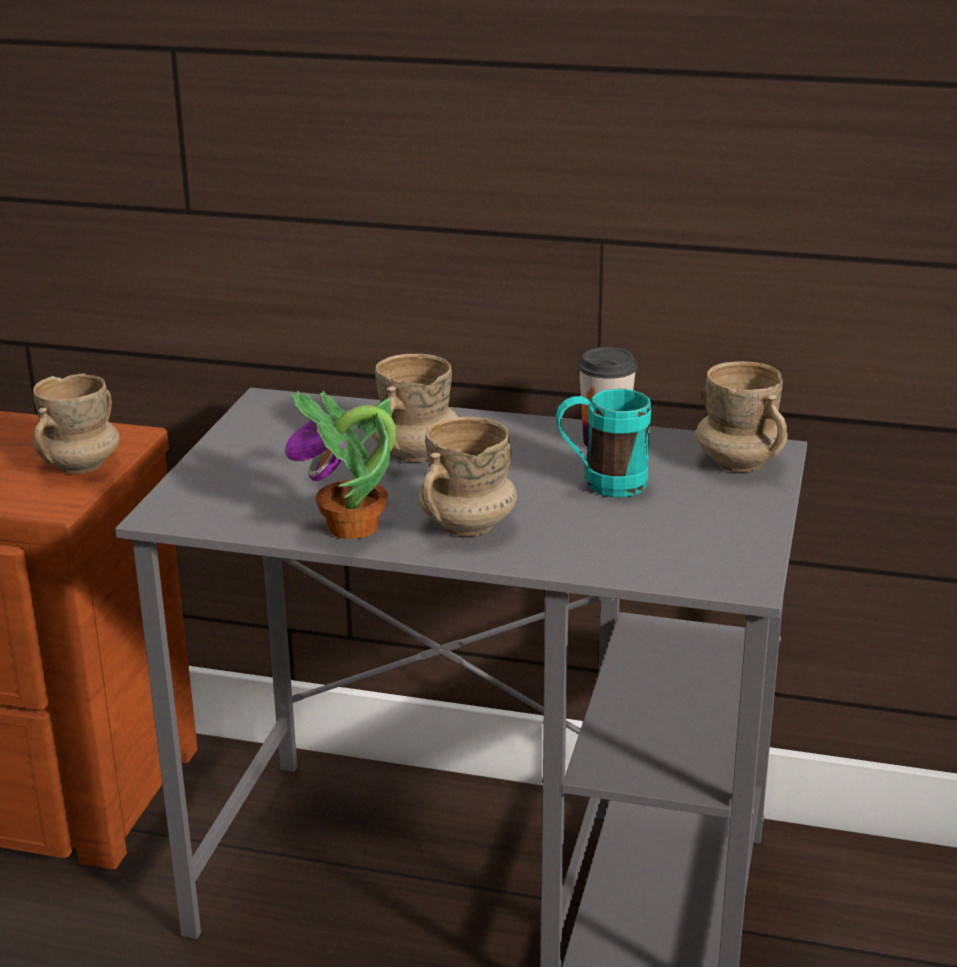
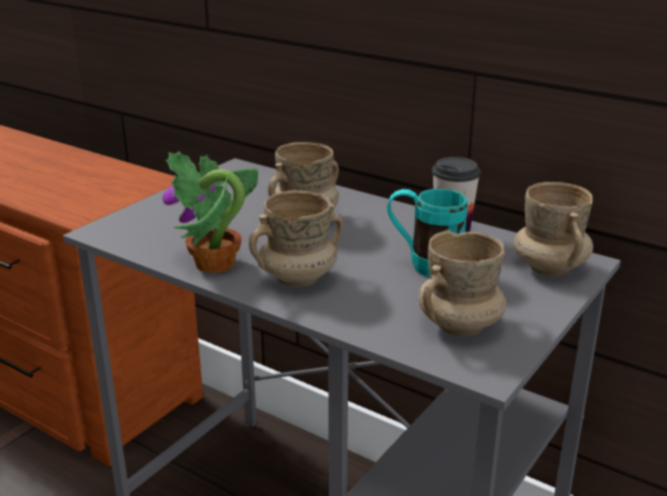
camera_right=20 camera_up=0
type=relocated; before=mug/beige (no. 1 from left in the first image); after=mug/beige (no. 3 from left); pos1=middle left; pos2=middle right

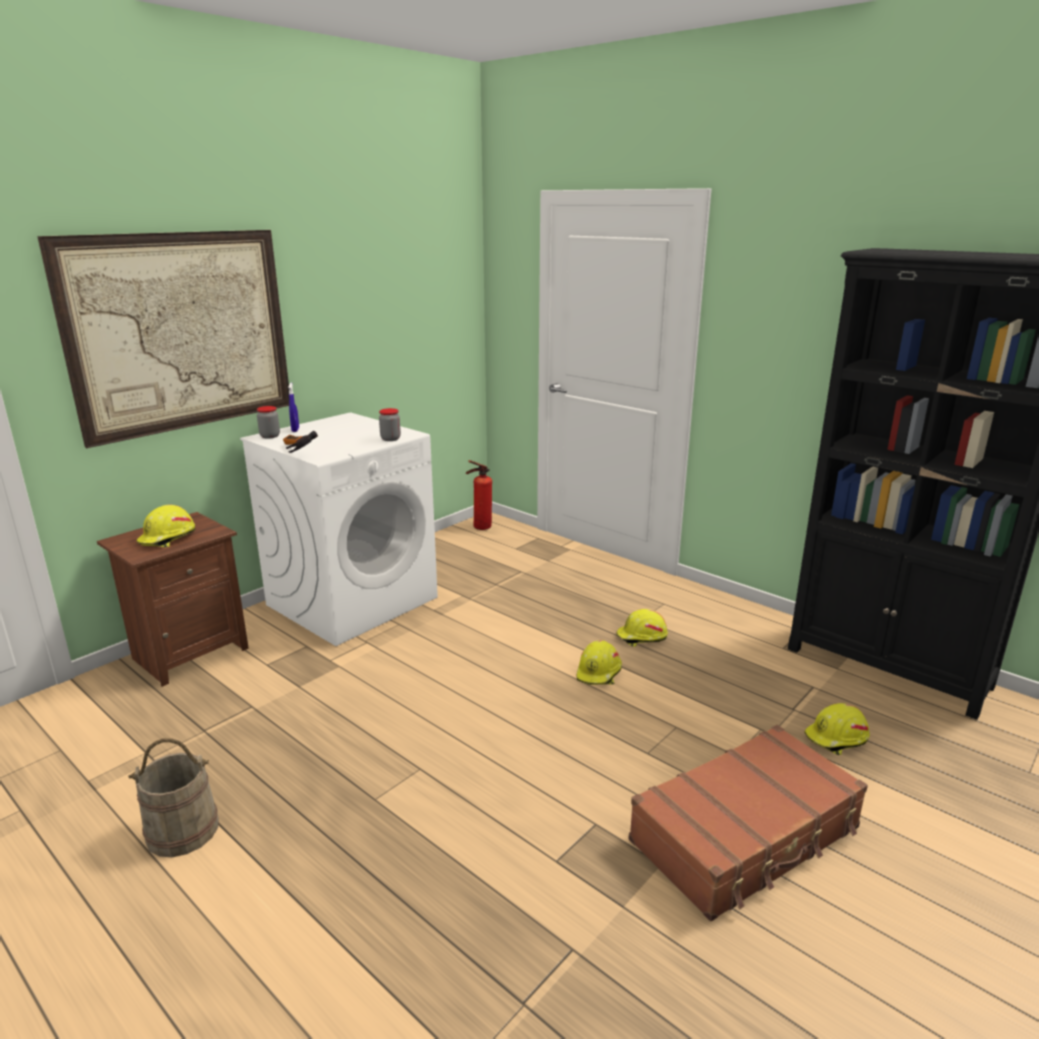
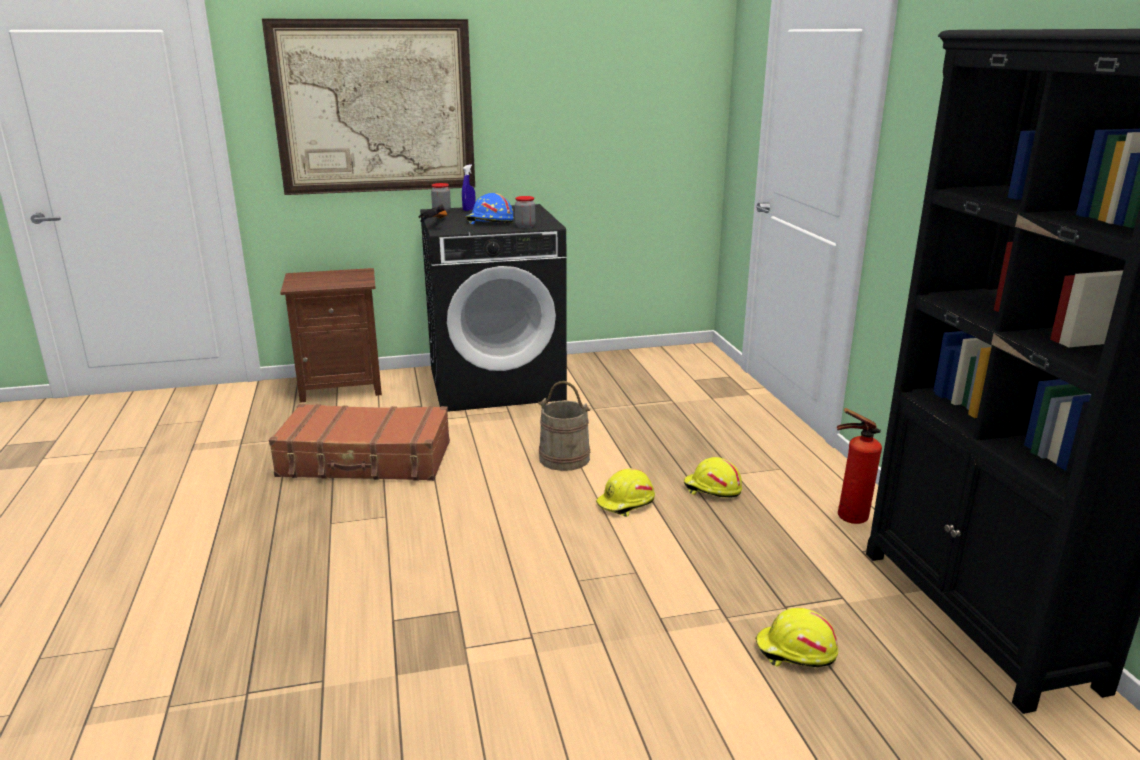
camera_right=35 camera_up=0
type=missing; before=hard hat/yellow (no. 1 from left); pos1=middle left
type=appeared; after=hard hat/blue; pos2=top centre
type=relocated; before=bucket/beige; pos1=bottom left; pos2=centre
type=relocated; before=fire extinguisher; pos1=centre; pos2=middle right
type=relocated; before=suitcase/brown; pos1=bottom right; pos2=middle left
type=colour; before=washing machine/white; after=washing machine/black; pos1=middle left; pos2=centre

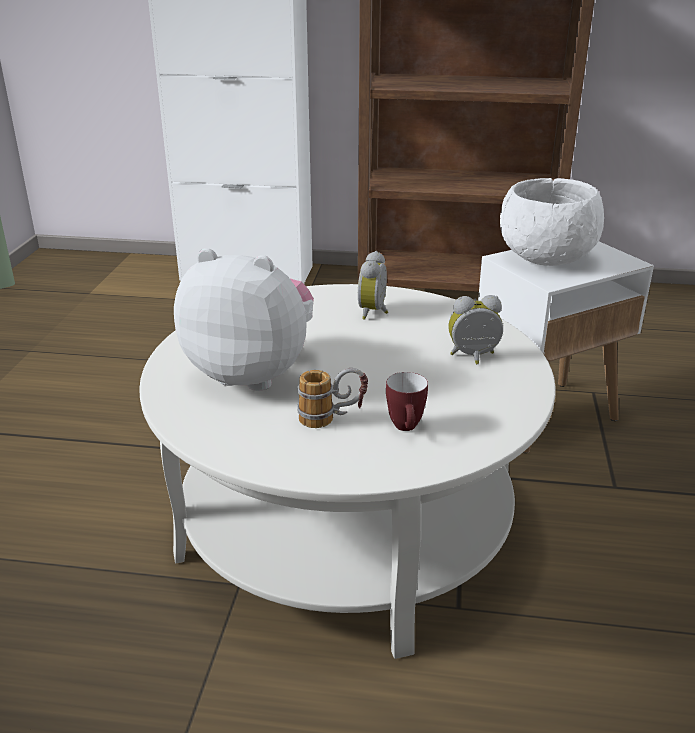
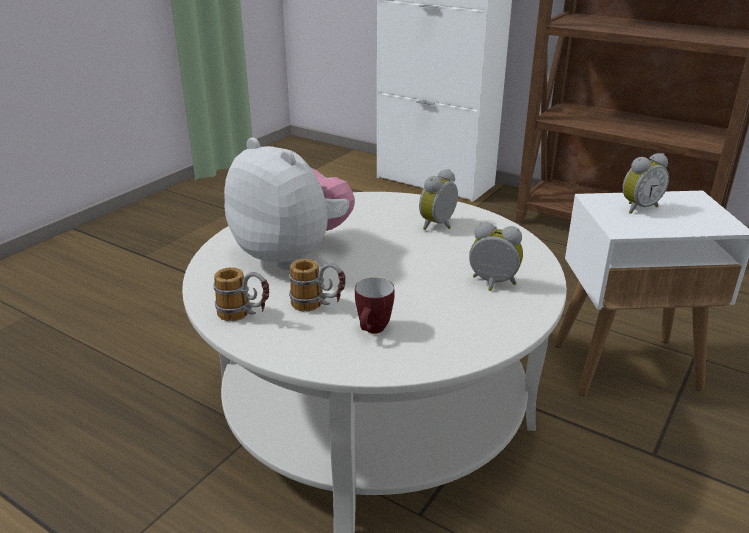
camera_right=25 camera_up=0
type=appeared; after=mug (no. 1 from left); pos2=middle left
type=exchanged; before=bowl/white; after=alarm clock (no. 3 from left); pos1=top right; pos2=middle right

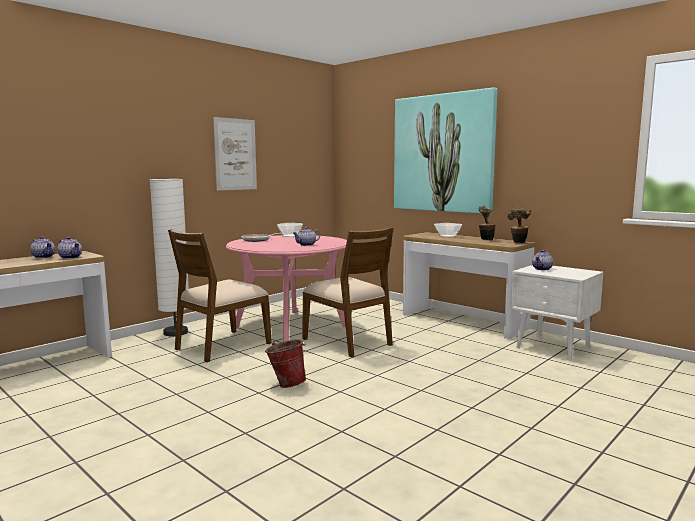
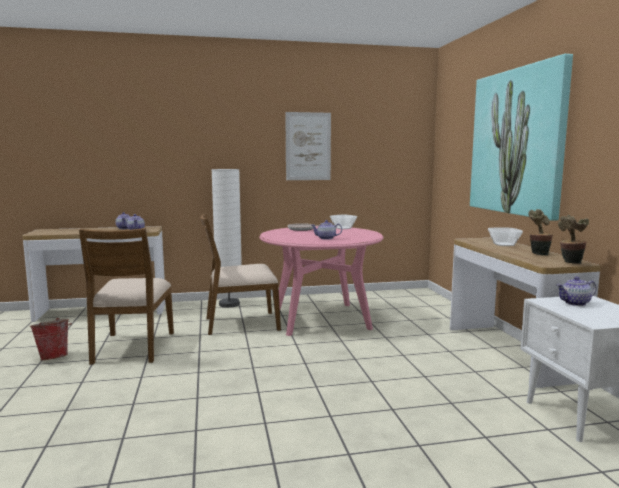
camera_right=35 camera_up=0
type=relocated; before=bucket; pos1=bottom centre; pos2=bottom left
type=relocated; before=chair/brown (no. 2 from left in the first image); after=chair/brown (no. 1 from left); pos1=centre; pos2=middle left

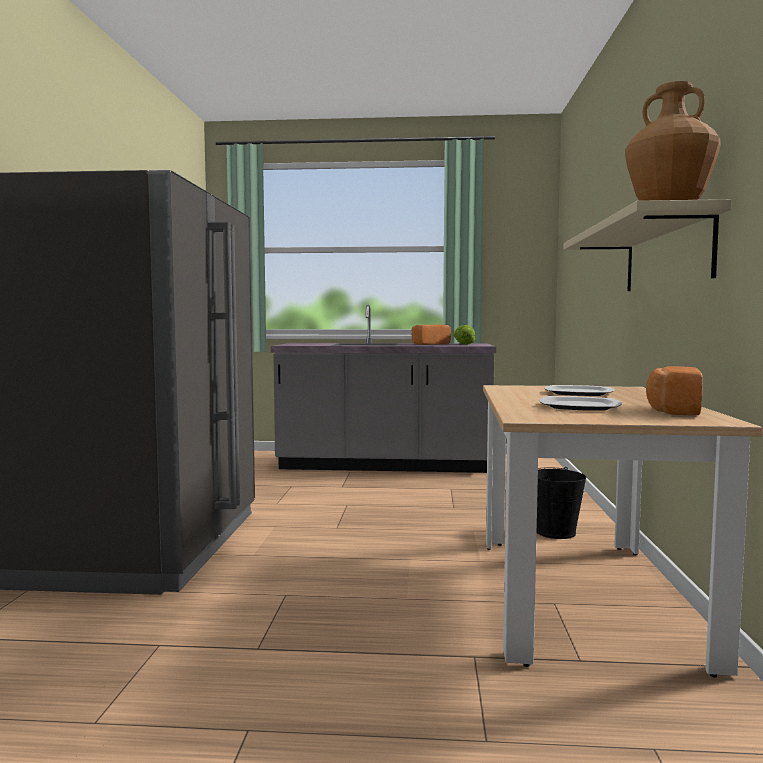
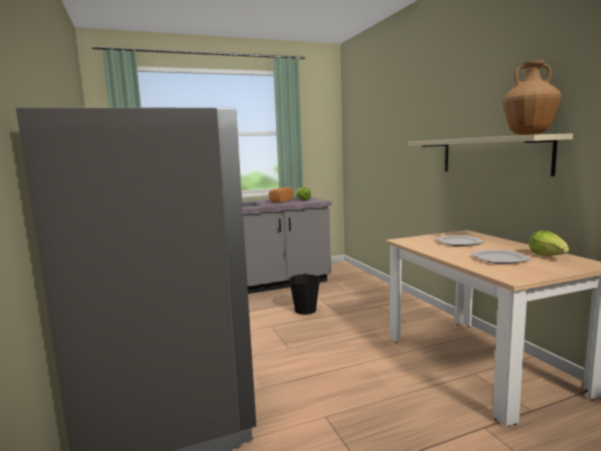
camera_right=-25 camera_up=5
type=relocated; before=bucket/black; pos1=middle right; pos2=centre
type=exchanged; before=bread (no. 2 from left); after=lettuce (no. 2 from left); pos1=middle right; pos2=middle right

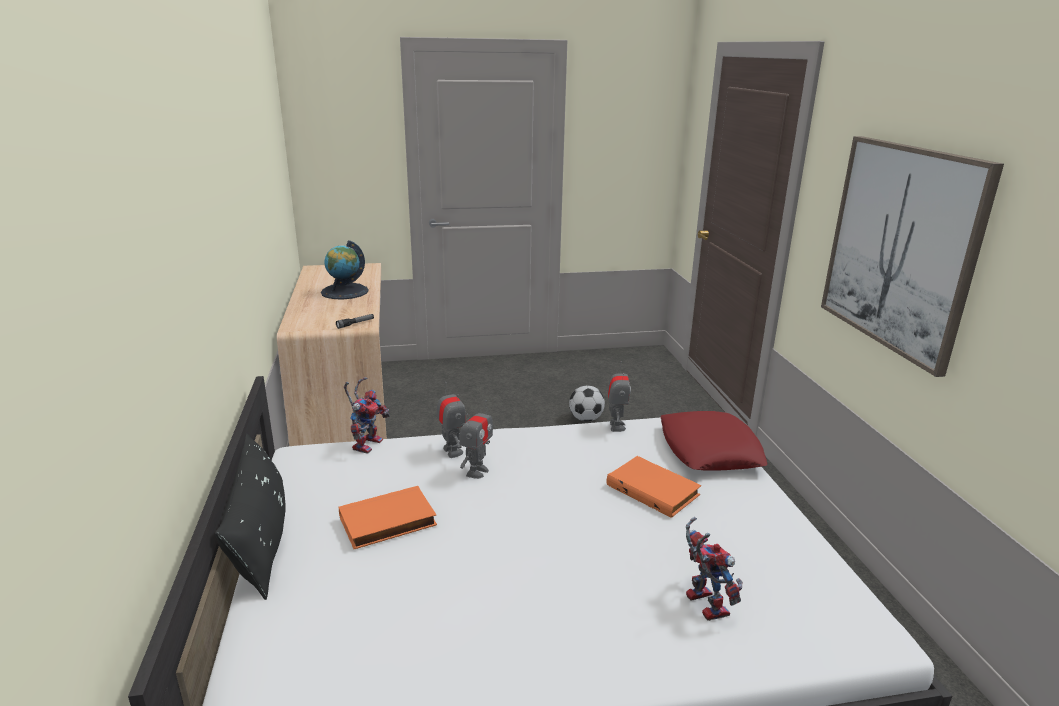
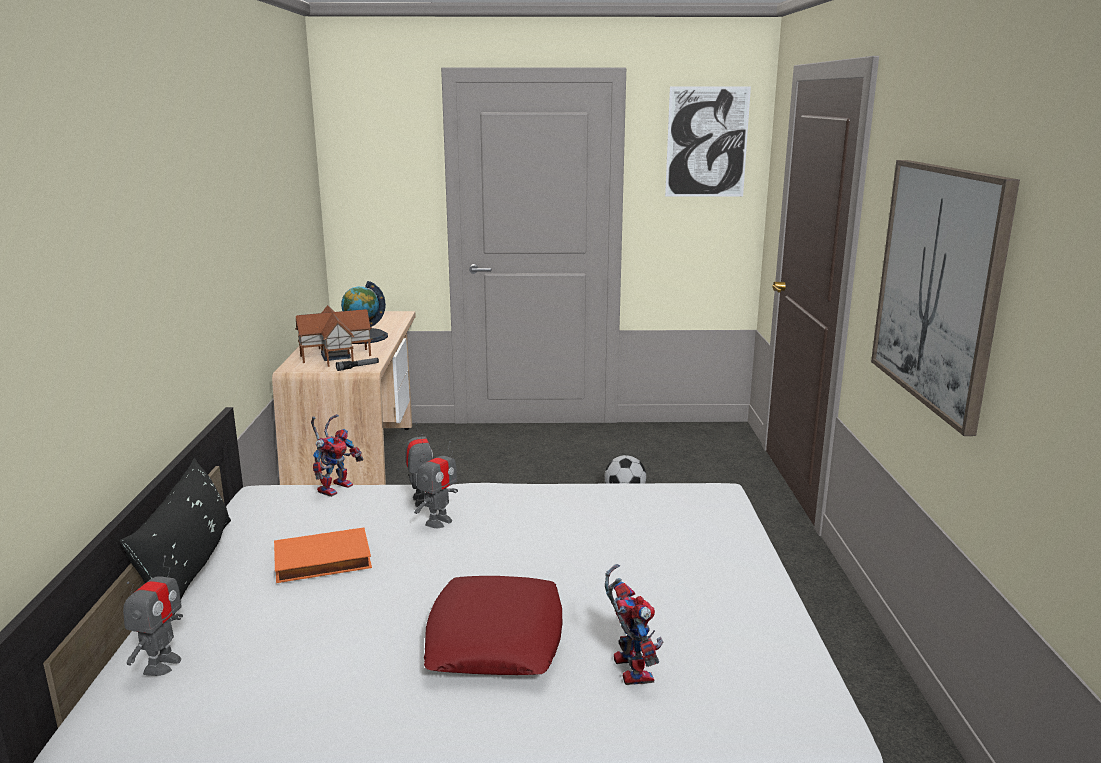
camera_right=10 camera_up=-5
type=missing; before=book/orange (no. 2 from left); pos1=bottom centre
type=appeared; after=toy house; pos2=middle left
type=appeared; after=picture (no. 1 from left); pos2=top centre
type=relocated; before=toy robot (no. 4 from left in the first image); after=toy robot (no. 1 from left); pos1=centre; pos2=bottom left
type=relocated; before=pillow/red; pos1=middle right; pos2=bottom centre

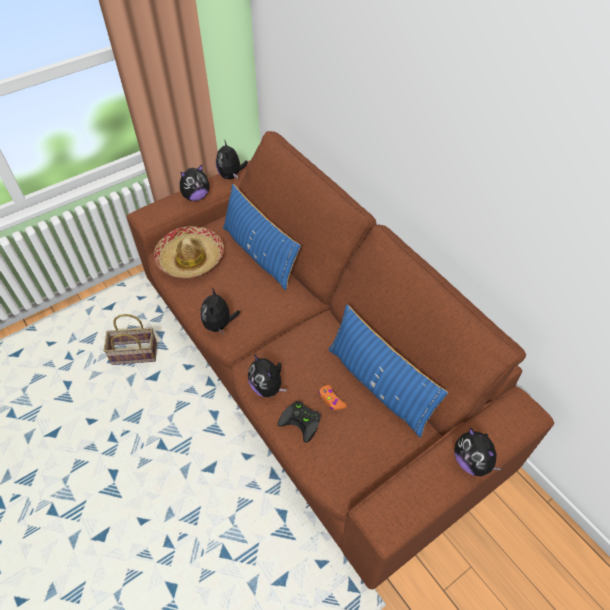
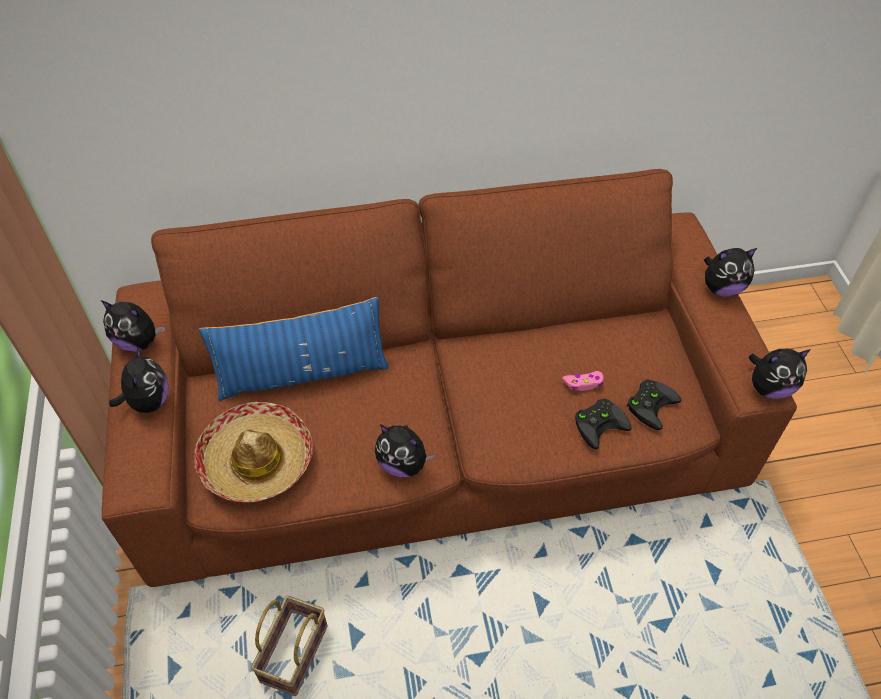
camera_right=-65 camera_up=0
type=missing; before=pillow/blue (no. 2 from left); pos1=centre
type=appeared; after=game controller/black (no. 2 from left); pos2=middle right
type=relocated; before=plush toy (no. 4 from left in the first image); after=plush toy (no. 5 from left); pos1=centre; pos2=middle right
type=colour; before=game controller/orange; after=game controller/pink; pos1=centre; pos2=centre

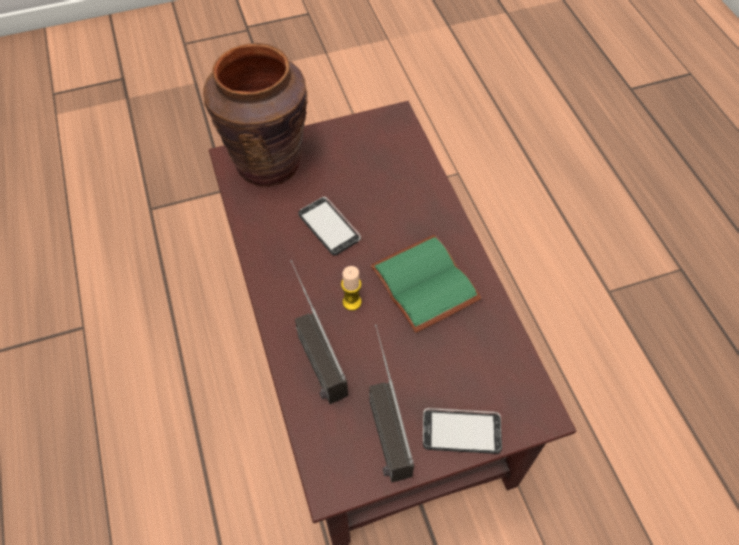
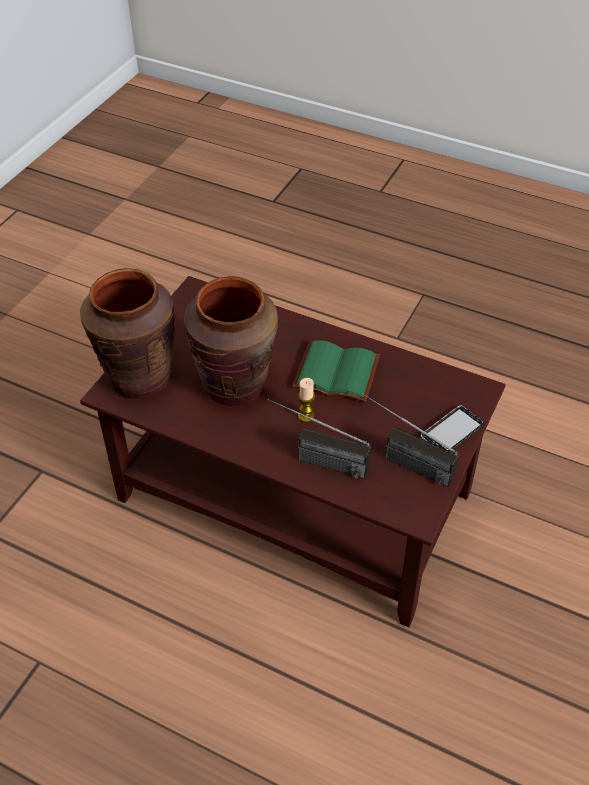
camera_right=-45 camera_up=-10
type=exchanged; before=phone (no. 1 from left); after=vase/brown (no. 2 from left); pos1=centre; pos2=centre

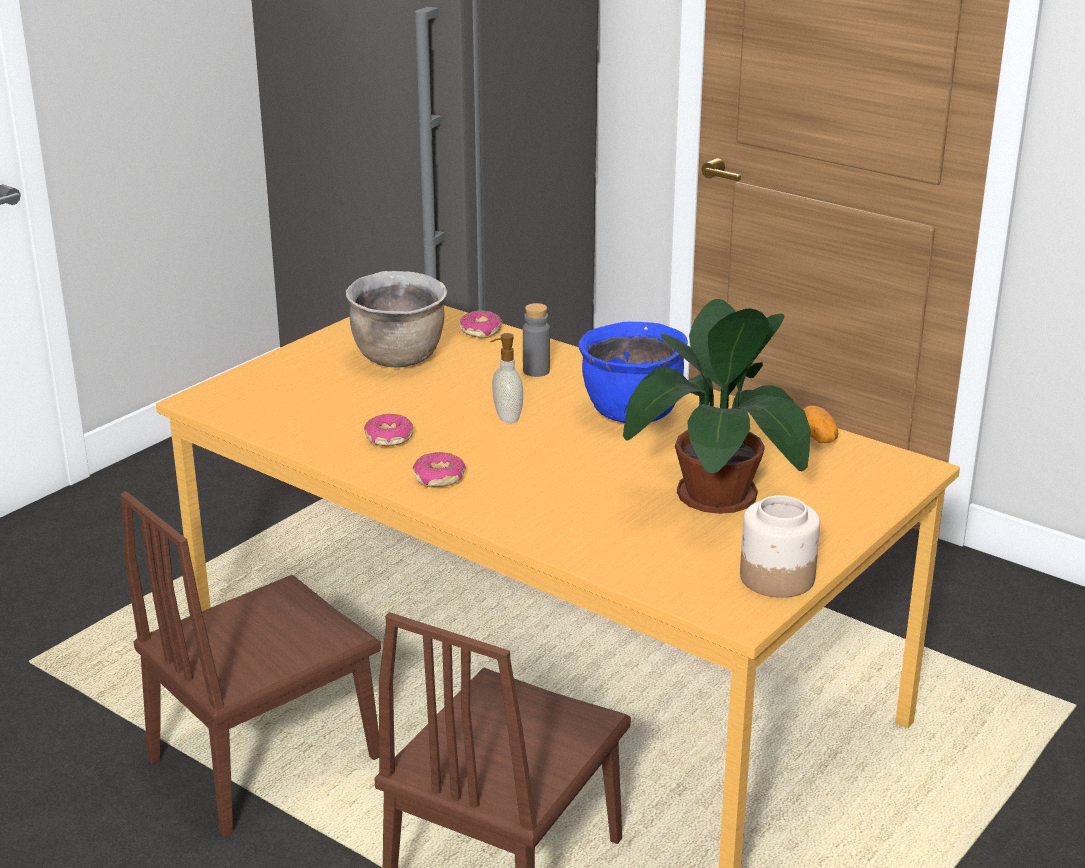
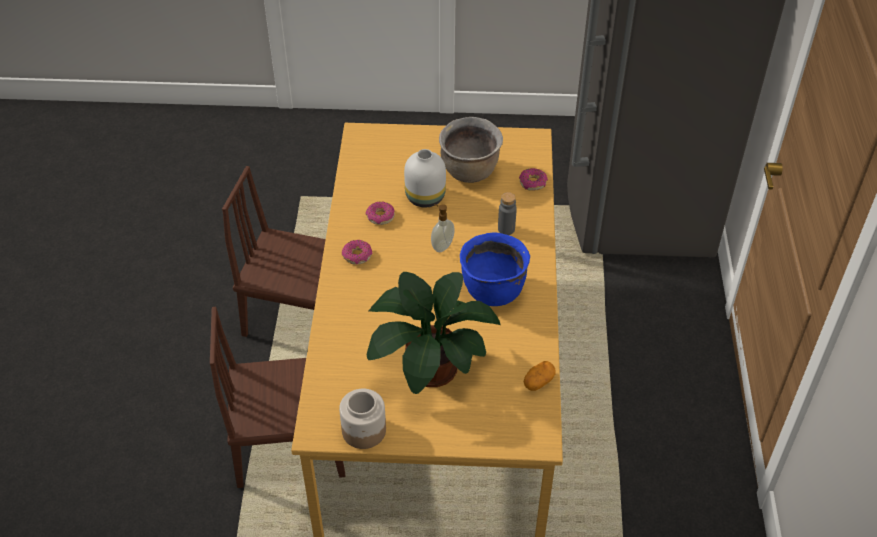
camera_right=55 camera_up=20
type=appeared; after=vase/white; pos2=top centre

